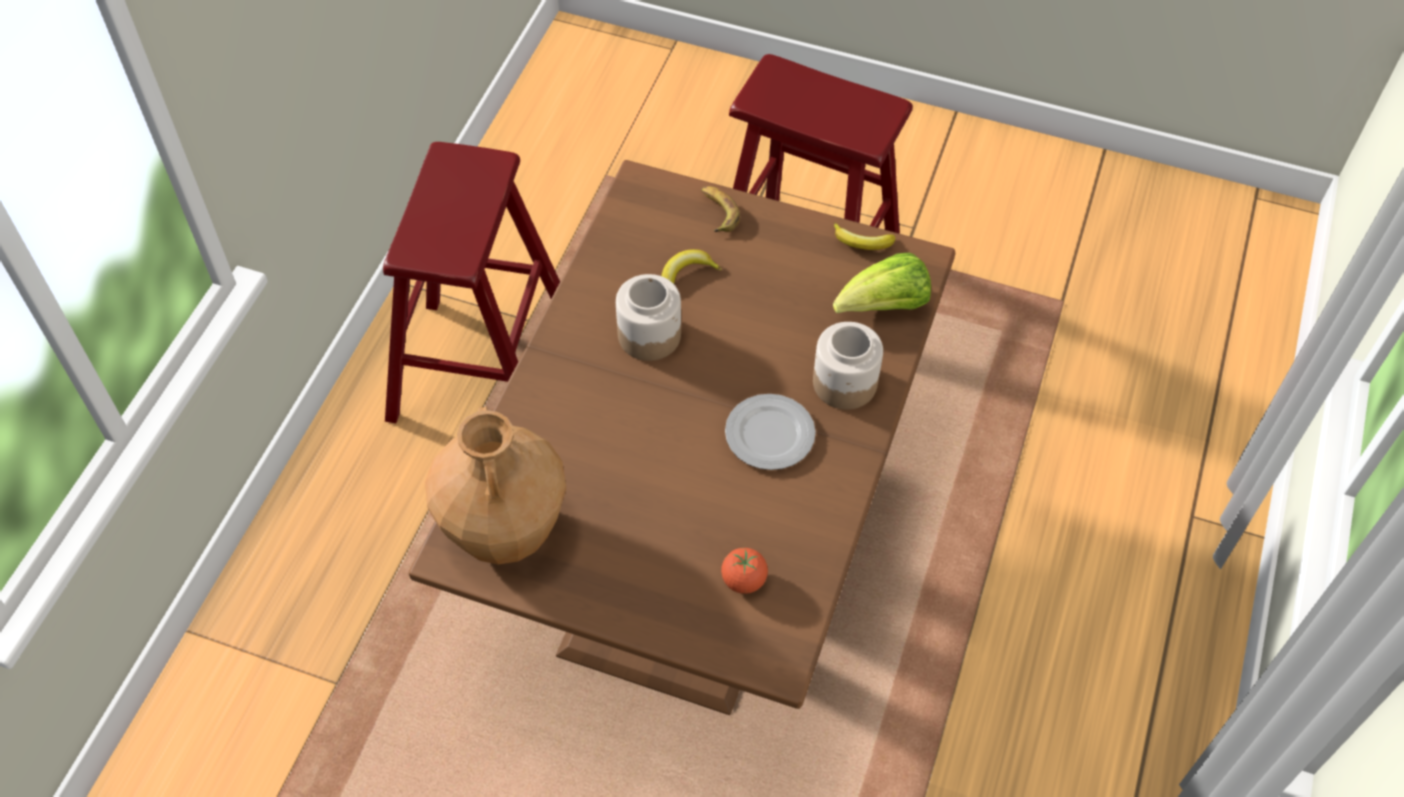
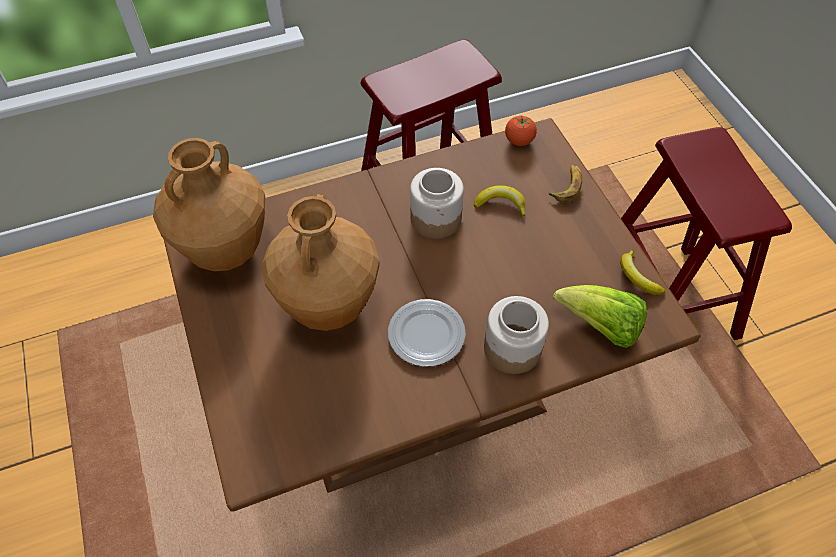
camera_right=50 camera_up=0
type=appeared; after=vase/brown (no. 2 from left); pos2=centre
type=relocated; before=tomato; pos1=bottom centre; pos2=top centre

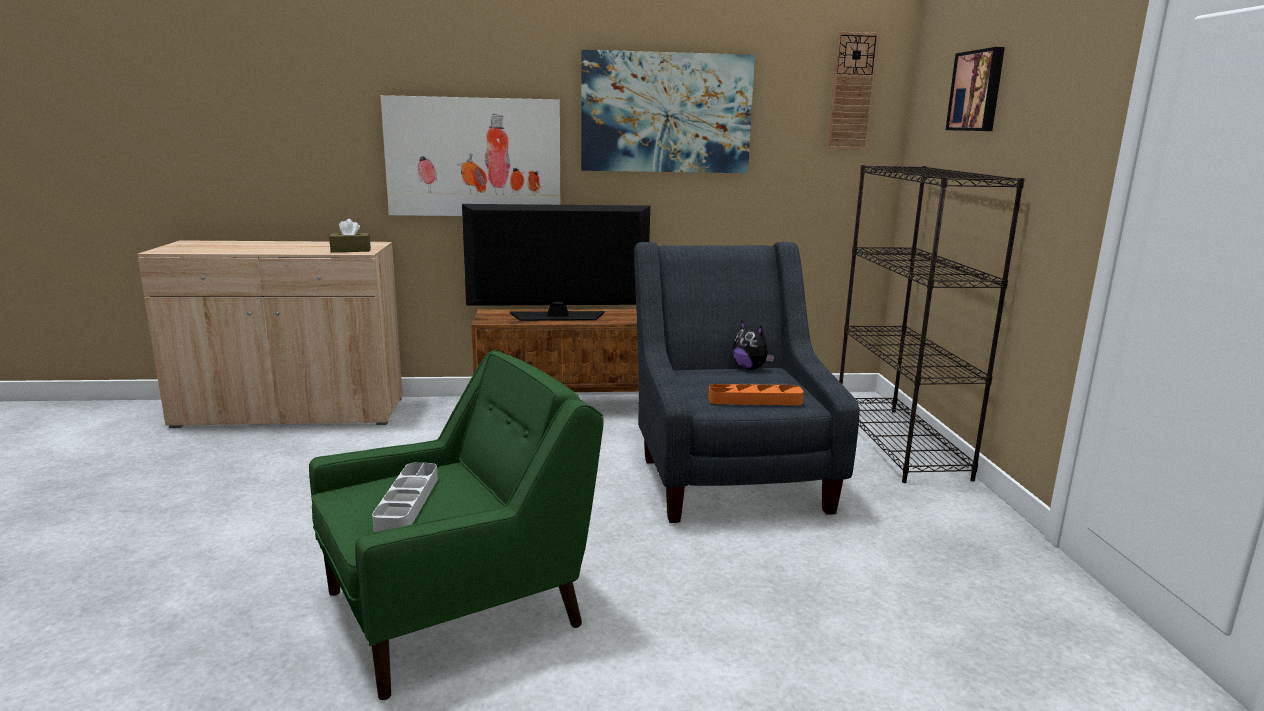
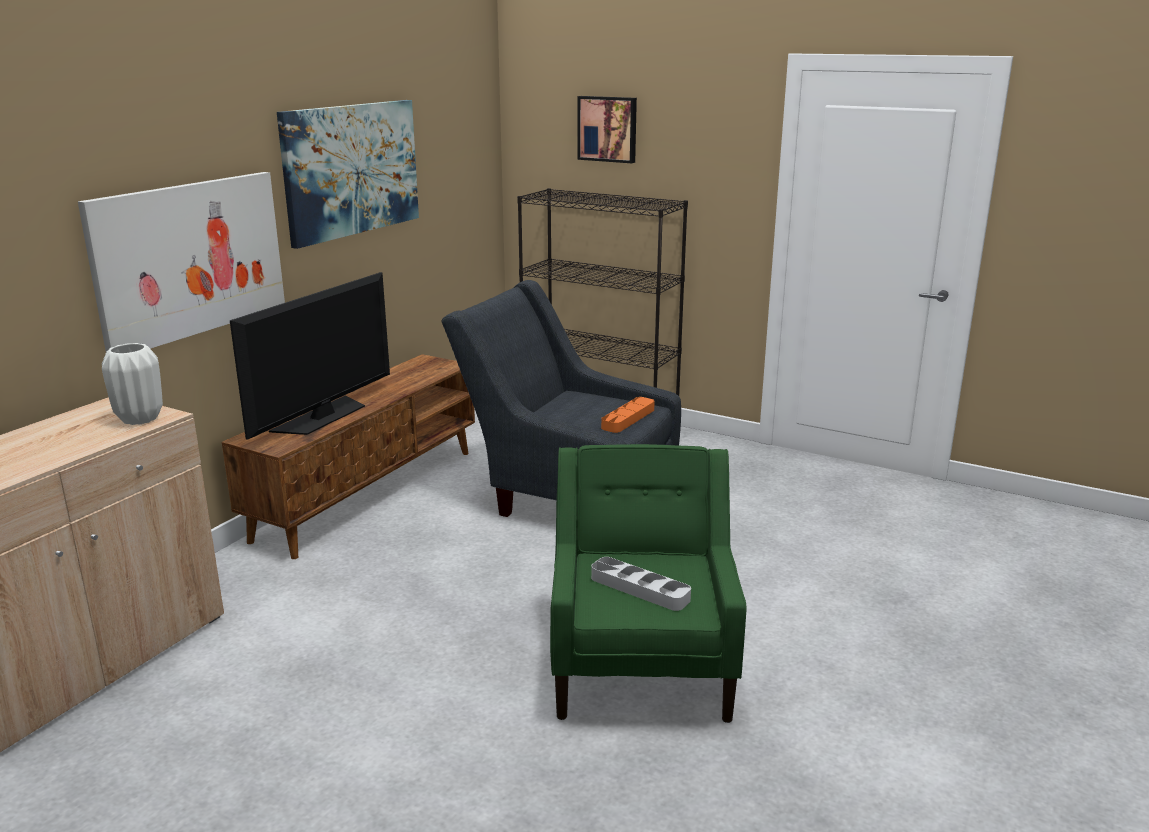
camera_right=-55 camera_up=5
type=missing; before=plush toy; pos1=centre
type=missing; before=wall clock; pos1=top right
type=exchanged; before=tissue box/brown; after=vase/white; pos1=top left; pos2=middle left

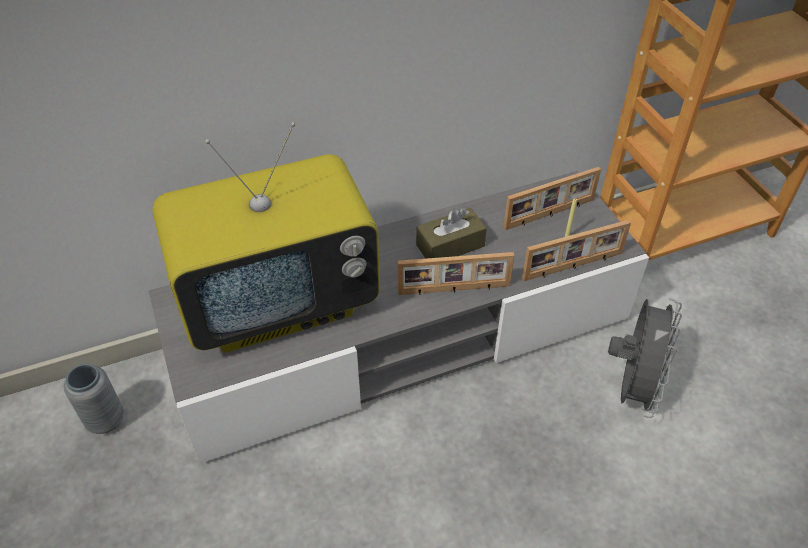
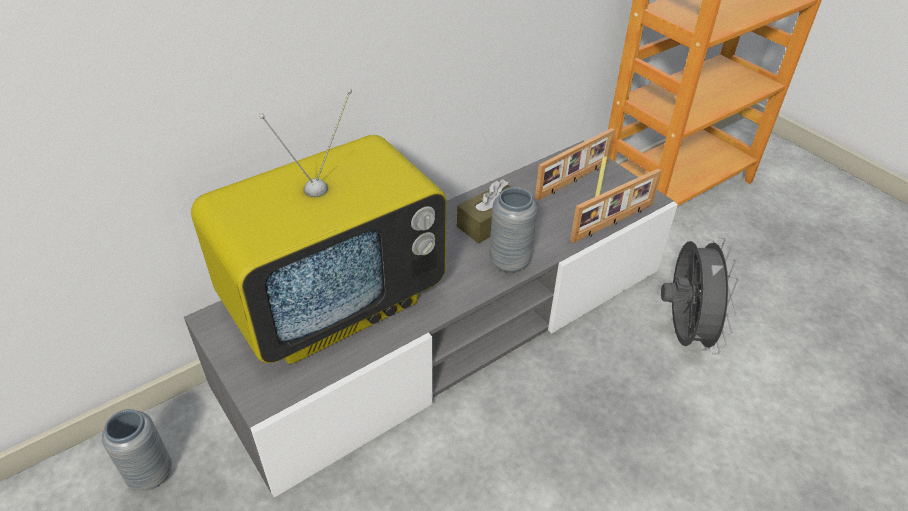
camera_right=-15 camera_up=-5
type=exchanged; before=picture frame (no. 1 from left); after=vase/grey (no. 2 from left); pos1=centre; pos2=centre

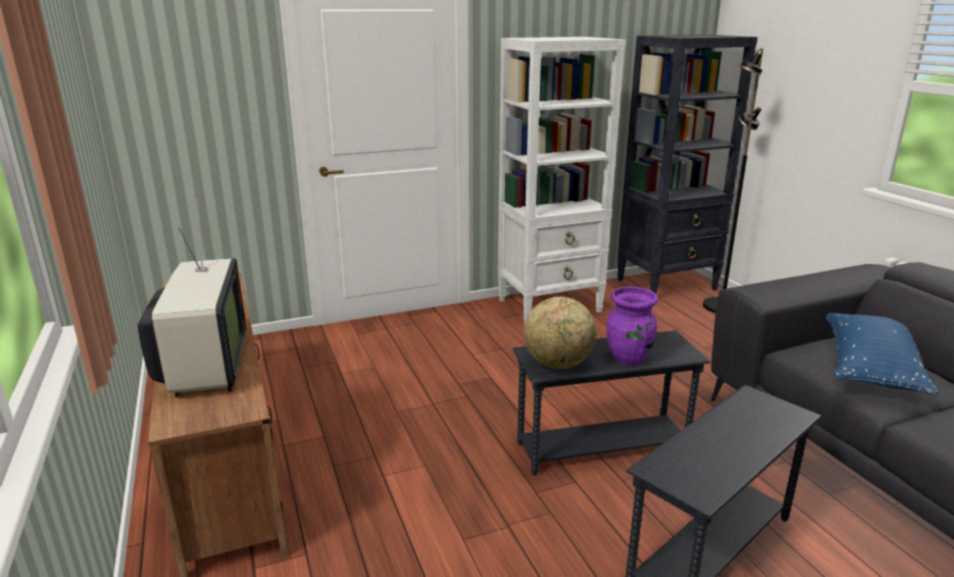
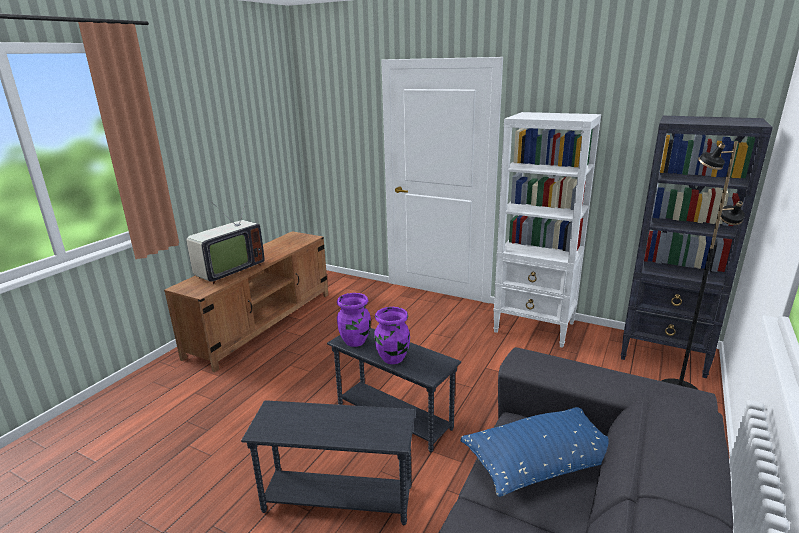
camera_right=50 camera_up=0
type=exchanged; before=globe; after=vase/purple (no. 1 from left); pos1=centre; pos2=centre

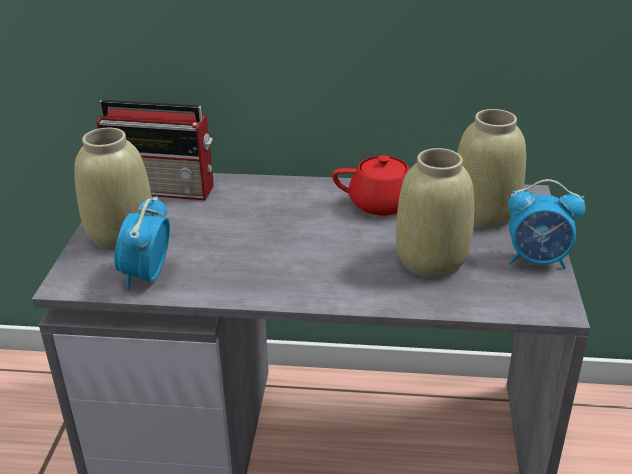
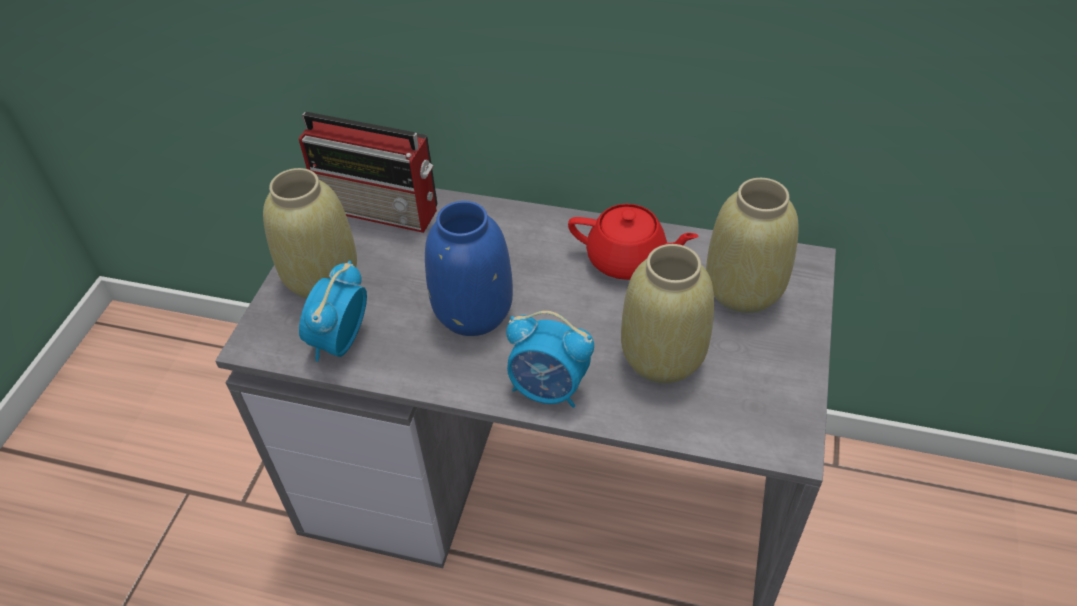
camera_right=10 camera_up=15
type=appeared; after=vase/blue; pos2=centre
type=relocated; before=alarm clock (no. 2 from left); pos1=middle right; pos2=centre

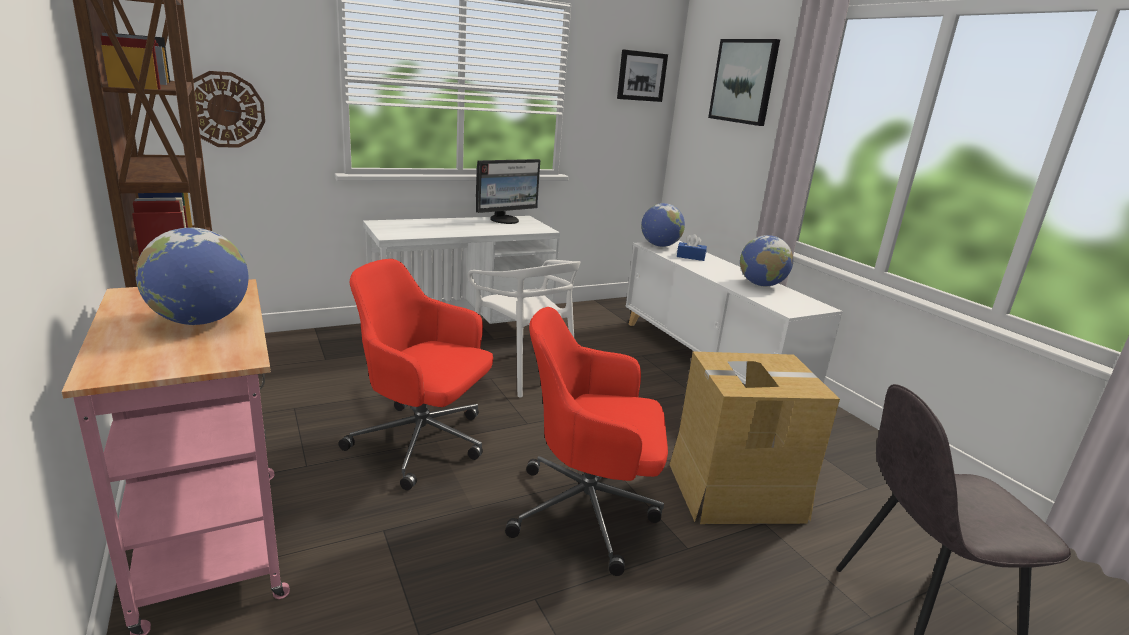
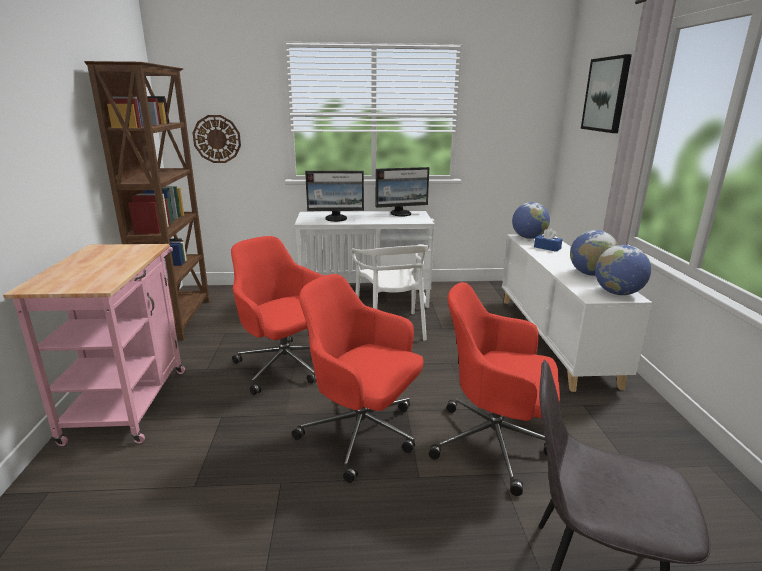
camera_right=25 camera_up=0
type=missing; before=picture (no. 1 from left); pos1=top centre
type=appeared; after=monitor (no. 1 from left); pos2=centre
type=relocated; before=globe (no. 1 from left in the first image); after=globe (no. 3 from left); pos1=middle left; pos2=middle right
type=exchanged; before=cardboard box; after=office chair/red (no. 3 from left); pos1=bottom right; pos2=bottom centre

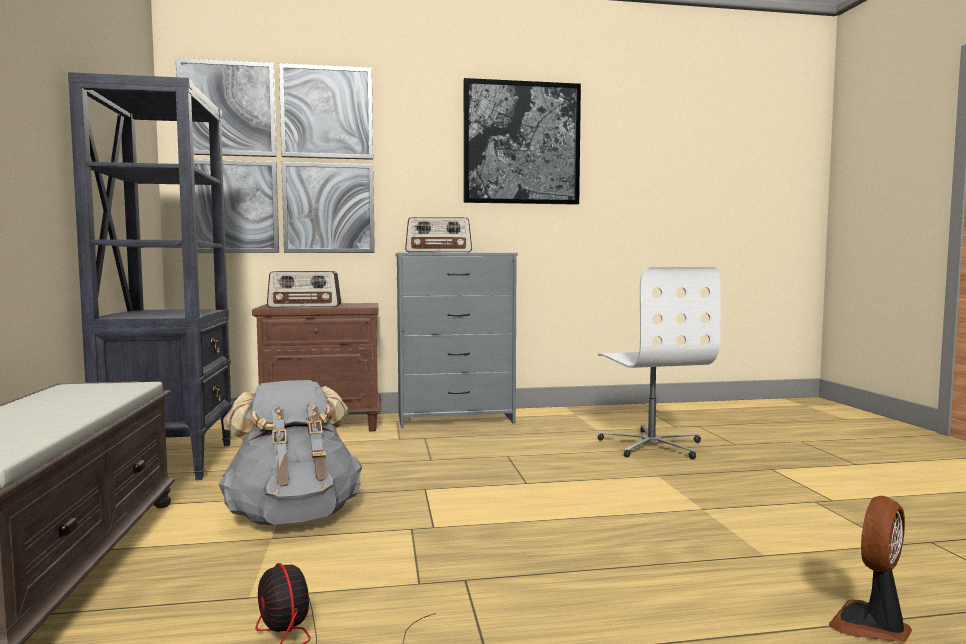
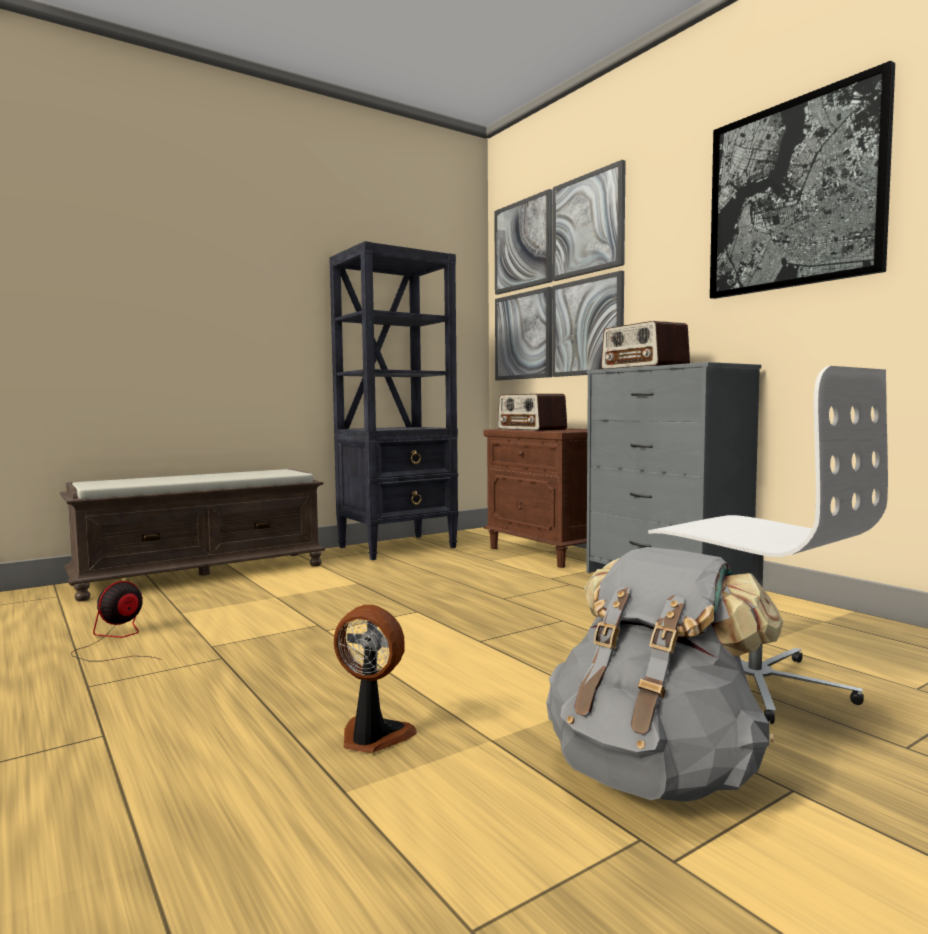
camera_right=65 camera_up=0
type=relocated; before=backpack/grey; pos1=bottom left; pos2=bottom right
type=relocated; before=fan (no. 2 from left); pos1=bottom right; pos2=bottom centre
type=spun; before=office chair/white; pos1=middle right; pos2=middle right; turn=-90

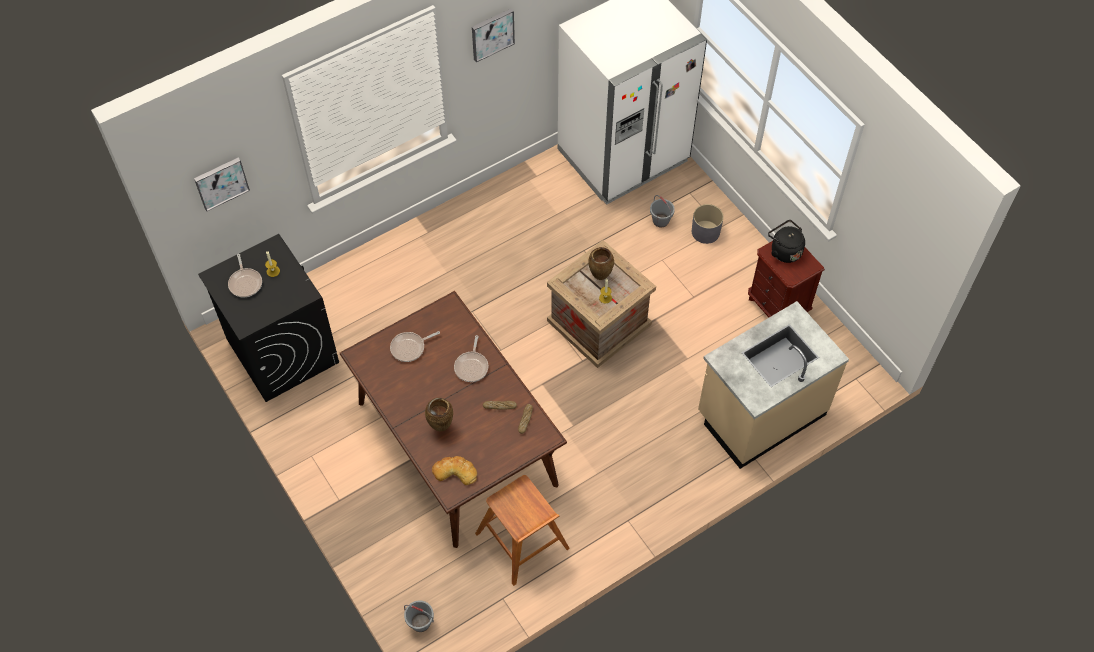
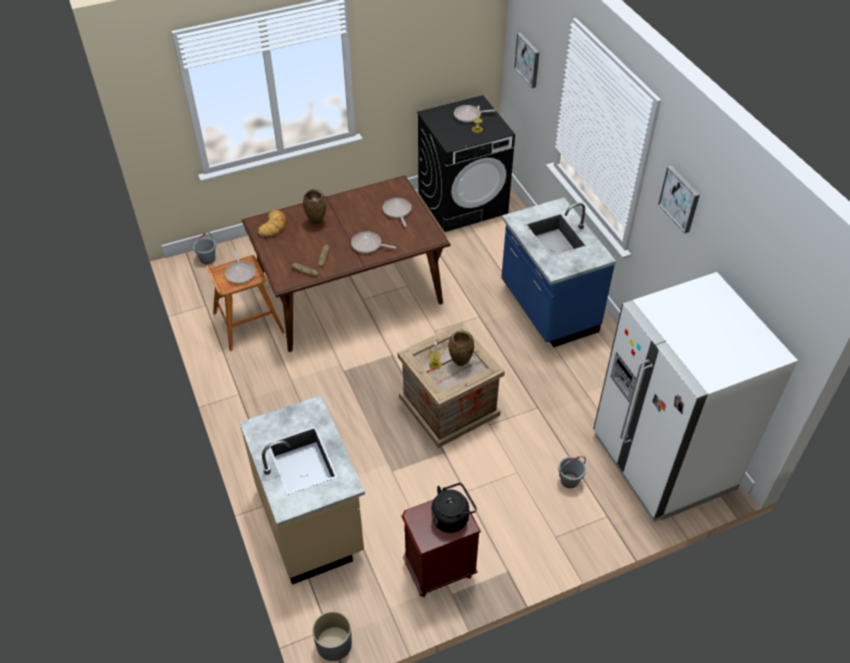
camera_right=100 camera_up=-10
type=appeared; after=frying pan (no. 1 from left); pos2=middle left
type=appeared; after=counter/blue; pos2=centre
type=relocated; before=planter/grey; pos1=centre; pos2=bottom centre

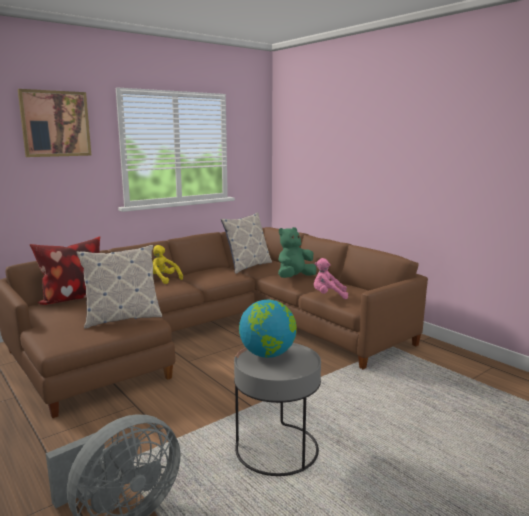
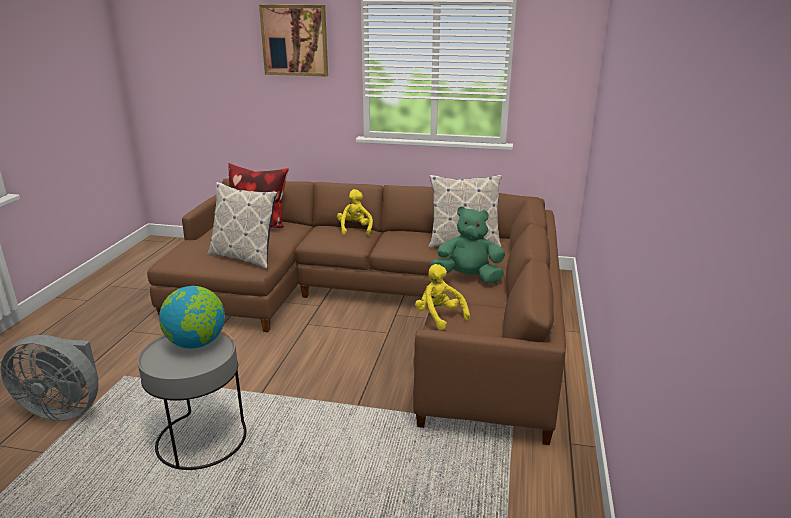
camera_right=50 camera_up=10
type=colour; before=plush toy/pink; after=plush toy/yellow (no. 2 from left); pos1=centre; pos2=centre

